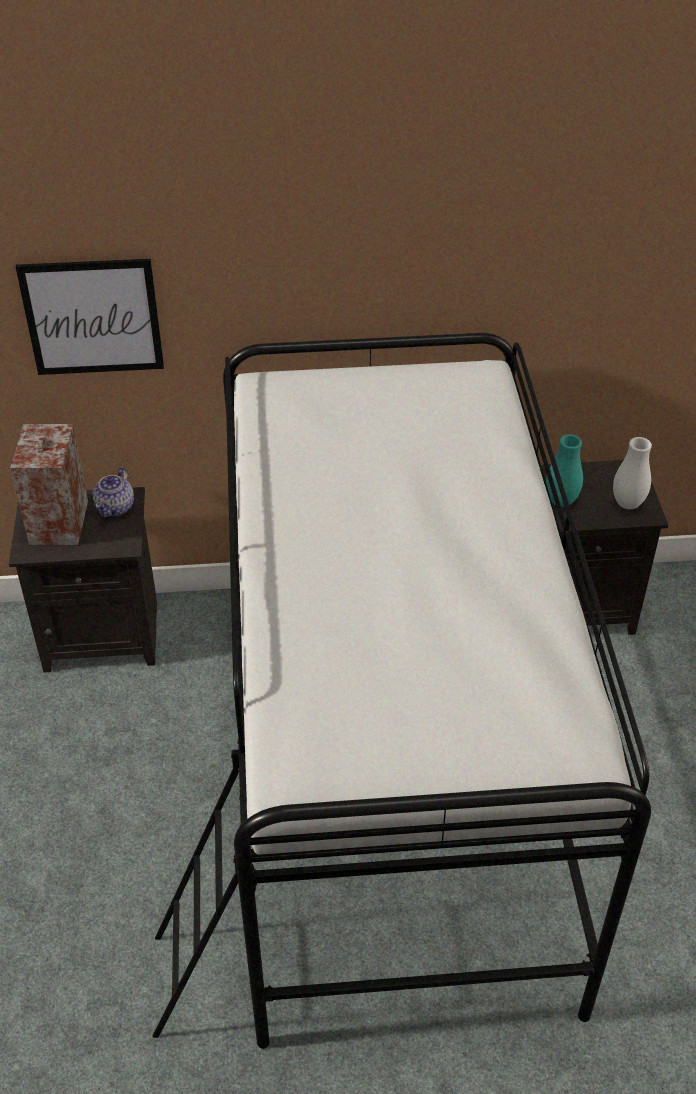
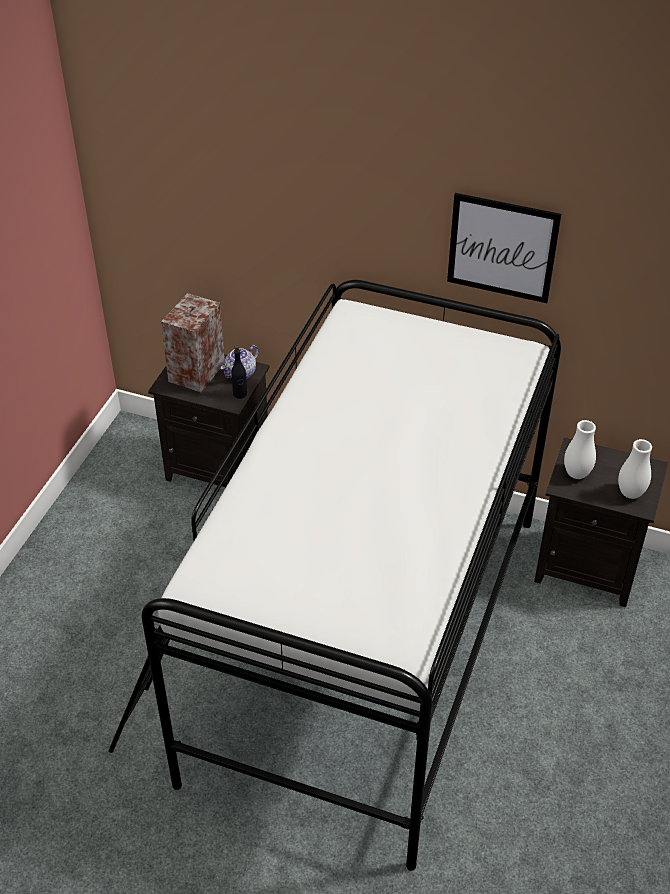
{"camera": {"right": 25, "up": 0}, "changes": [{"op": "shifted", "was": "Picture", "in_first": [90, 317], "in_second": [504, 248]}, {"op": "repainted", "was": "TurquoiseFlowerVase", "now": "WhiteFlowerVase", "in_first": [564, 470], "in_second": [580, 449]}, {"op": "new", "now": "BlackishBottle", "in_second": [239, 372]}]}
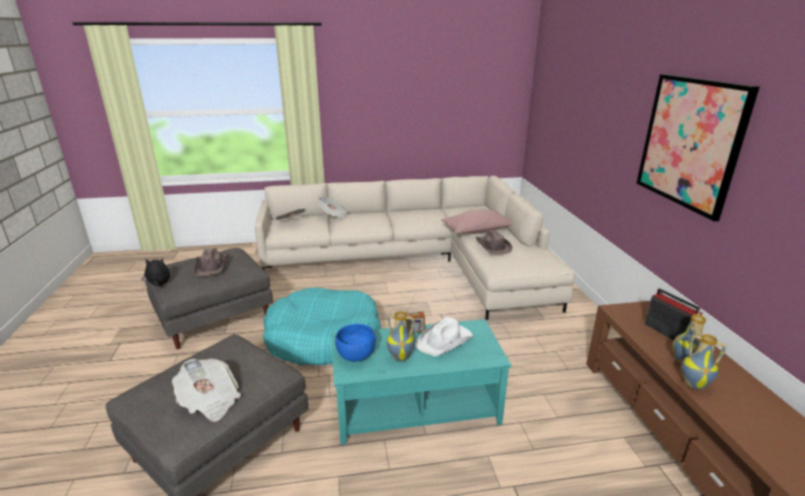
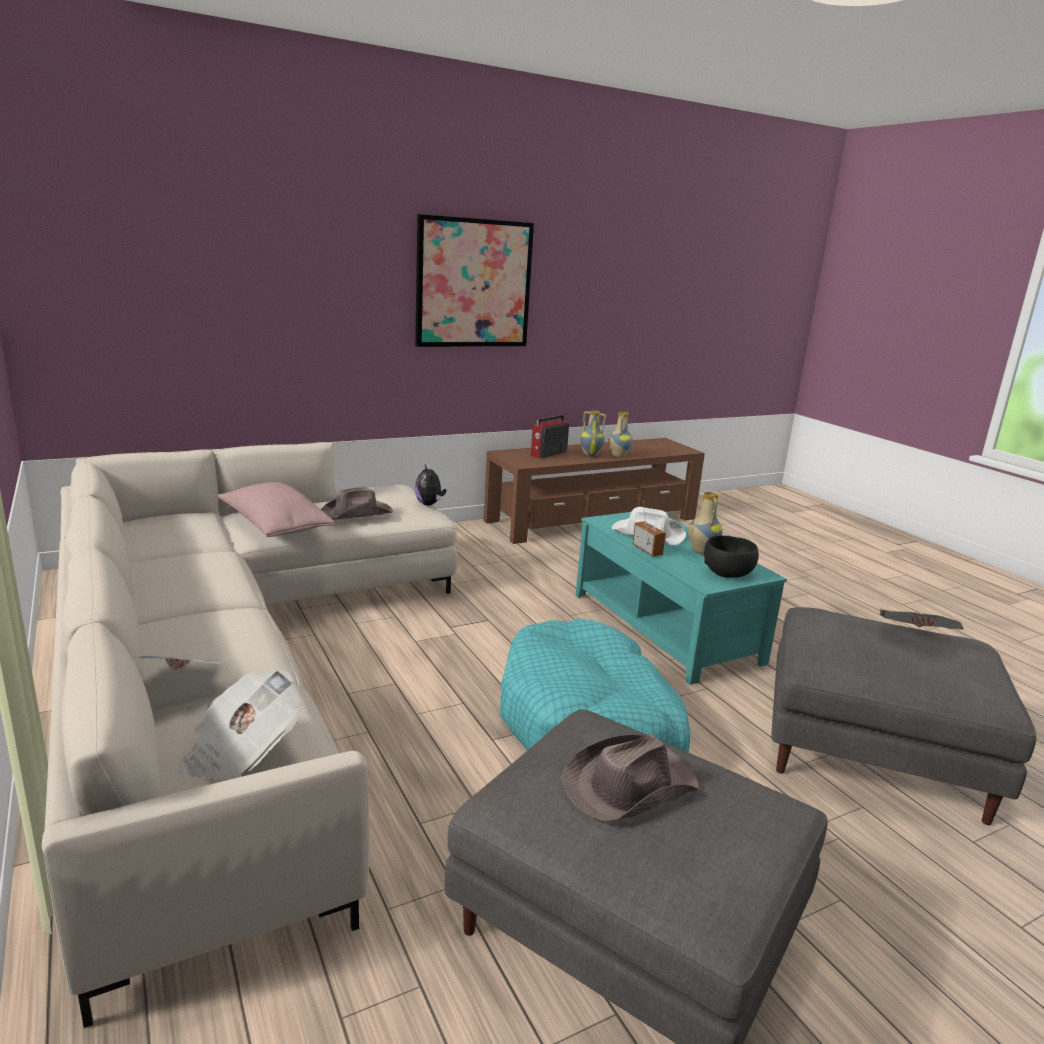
{"camera": {"right": -110, "up": -5}, "changes": [{"op": "shifted", "was": "SoftToy", "in_first": [155, 272], "in_second": [430, 485]}, {"op": "repainted", "was": "BluishServingBowl", "now": "BlackishServingBowl", "in_first": [356, 343], "in_second": [731, 556]}]}
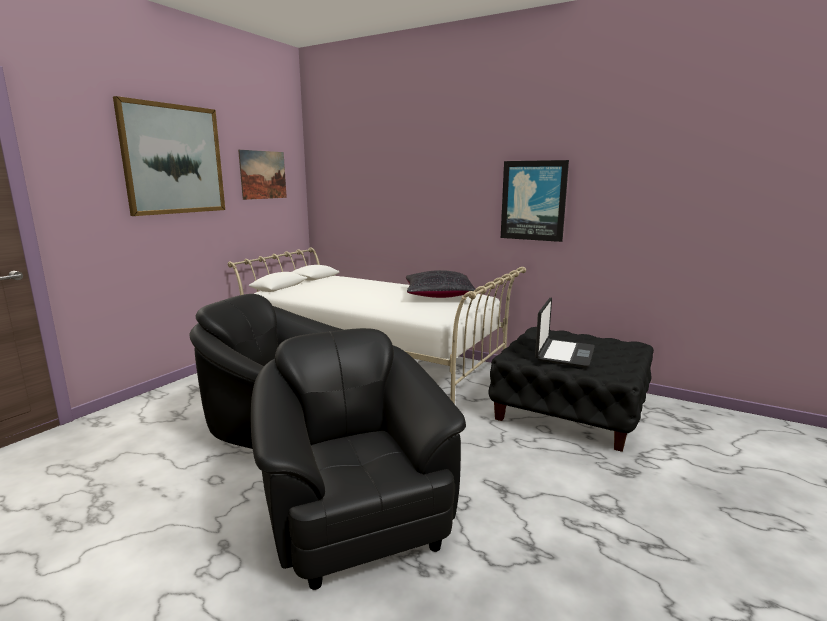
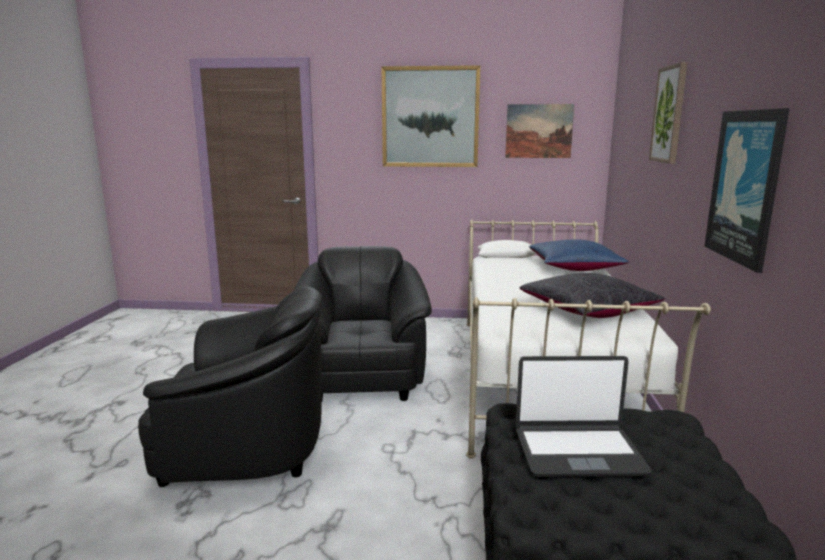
{"camera": {"right": 65, "up": 0}, "changes": [{"op": "rotated", "was": "BlackishEasyChair", "in_first": [358, 459], "in_second": [230, 387], "clockwise": 45}, {"op": "new", "now": "BluishCushion", "in_second": [579, 255]}, {"op": "new", "now": "Picture", "in_second": [668, 113]}]}
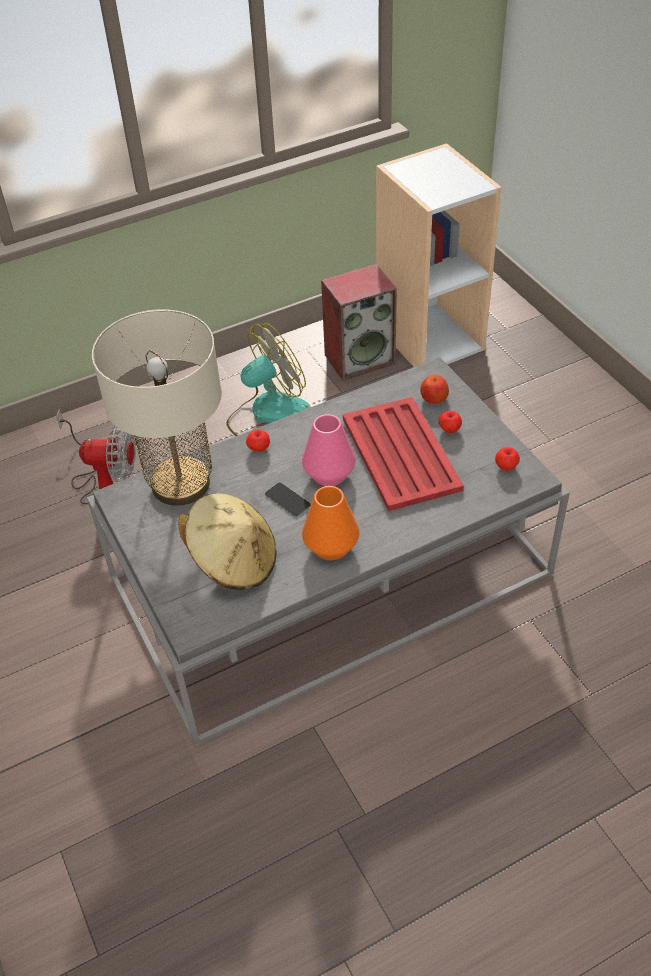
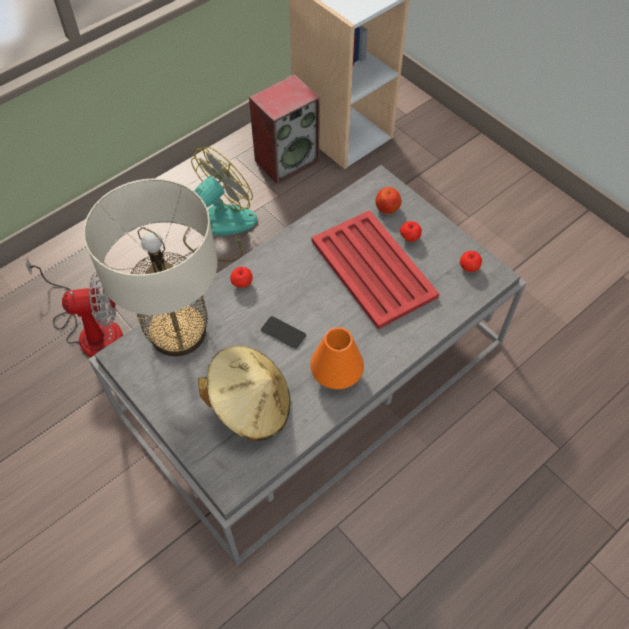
{"camera": {"right": -15, "up": 10}, "changes": [{"op": "gone", "was": "PinkColouredFlowerVase", "in_first": [329, 450]}]}
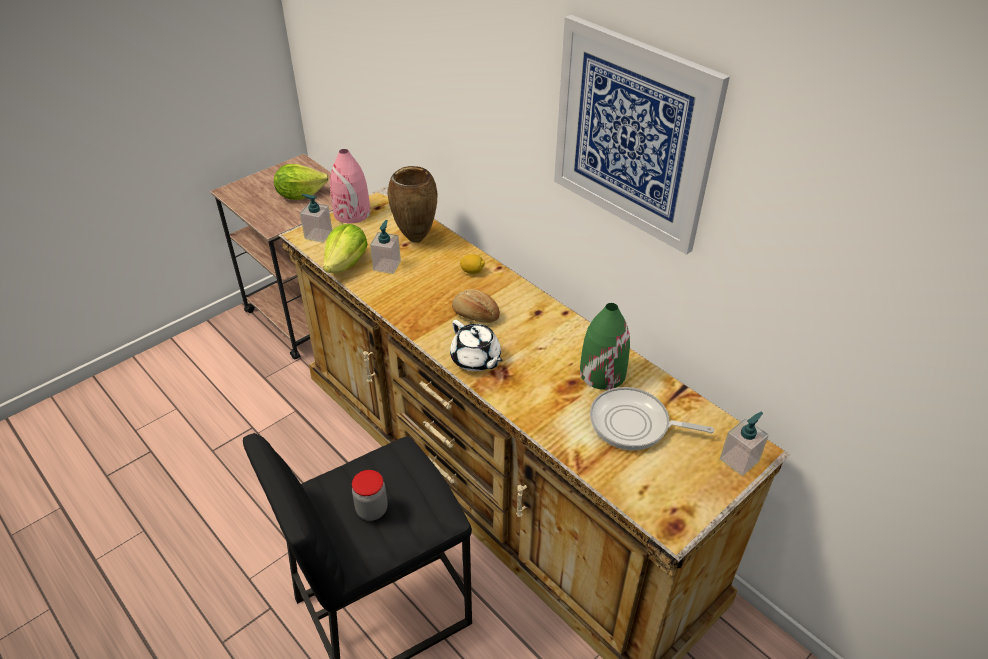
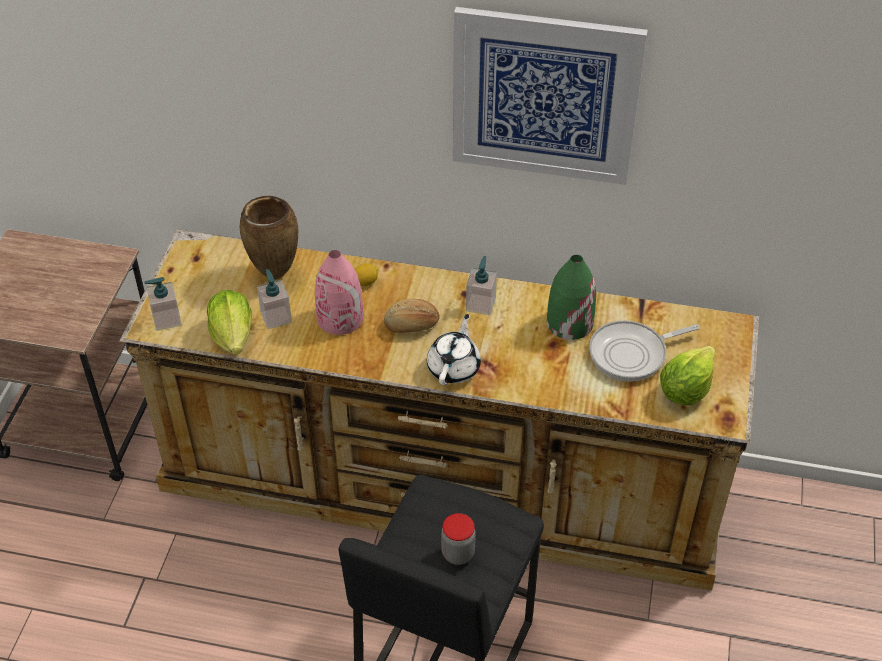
{"camera": {"right": -35, "up": 5}, "changes": [{"op": "shifted", "was": "LettuceHead", "in_first": [301, 182], "in_second": [687, 375]}, {"op": "shifted", "was": "PinkColouredFlowerVase", "in_first": [350, 186], "in_second": [339, 292]}, {"op": "rotated", "was": "WhiteTeapot", "in_first": [476, 345], "in_second": [454, 349], "clockwise": -90}, {"op": "shifted", "was": "SoapDispenser", "in_first": [744, 444], "in_second": [481, 285]}]}
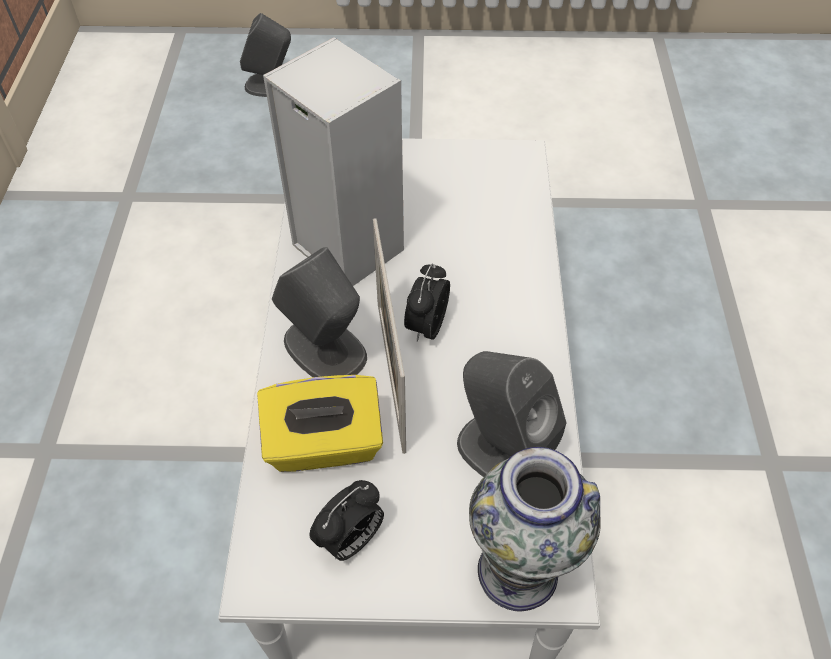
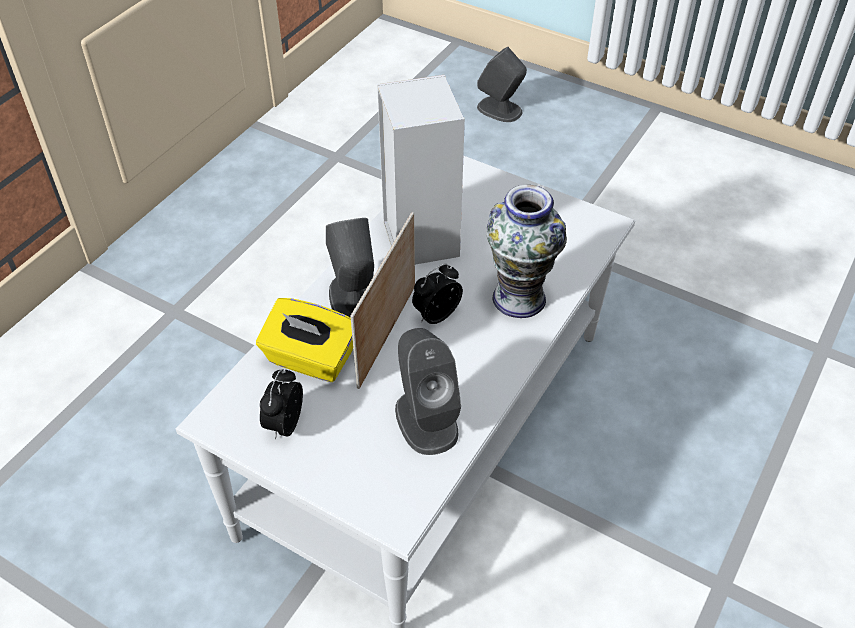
{"camera": {"right": 30, "up": -5}, "changes": [{"op": "rotated", "was": "TableClock", "in_first": [347, 520], "in_second": [281, 404], "clockwise": 120}, {"op": "shifted", "was": "FlowerVase", "in_first": [535, 529], "in_second": [526, 251]}]}
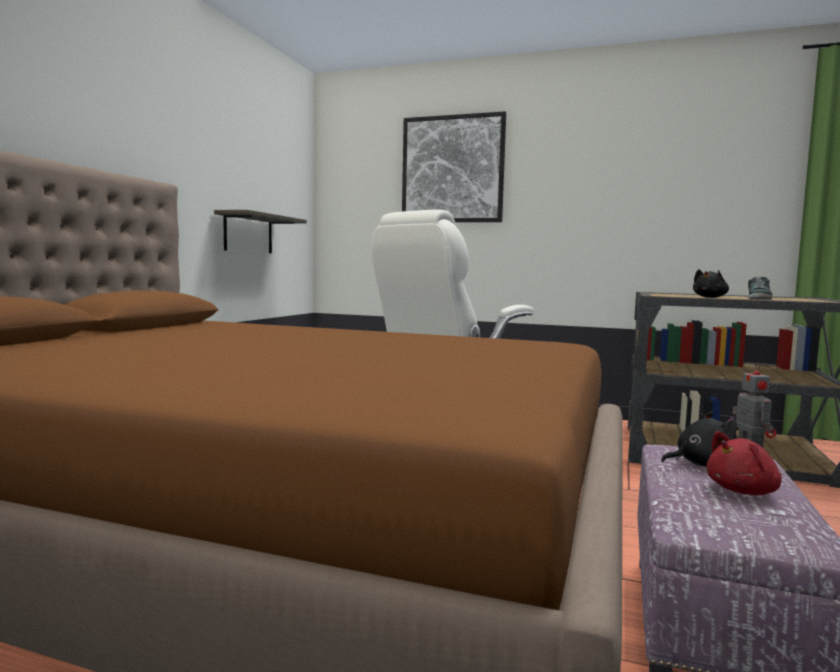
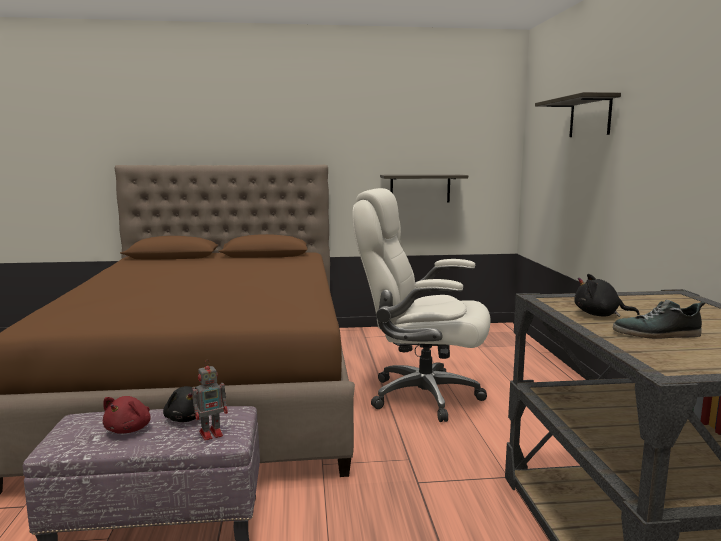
{"camera": {"right": 65, "up": 5}, "changes": [{"op": "swapped", "was": "Picture", "now": "WallShelf", "in_first": [454, 166], "in_second": [578, 114]}, {"op": "rotated", "was": "ReddishSoftToy", "in_first": [744, 463], "in_second": [127, 415], "clockwise": -120}]}
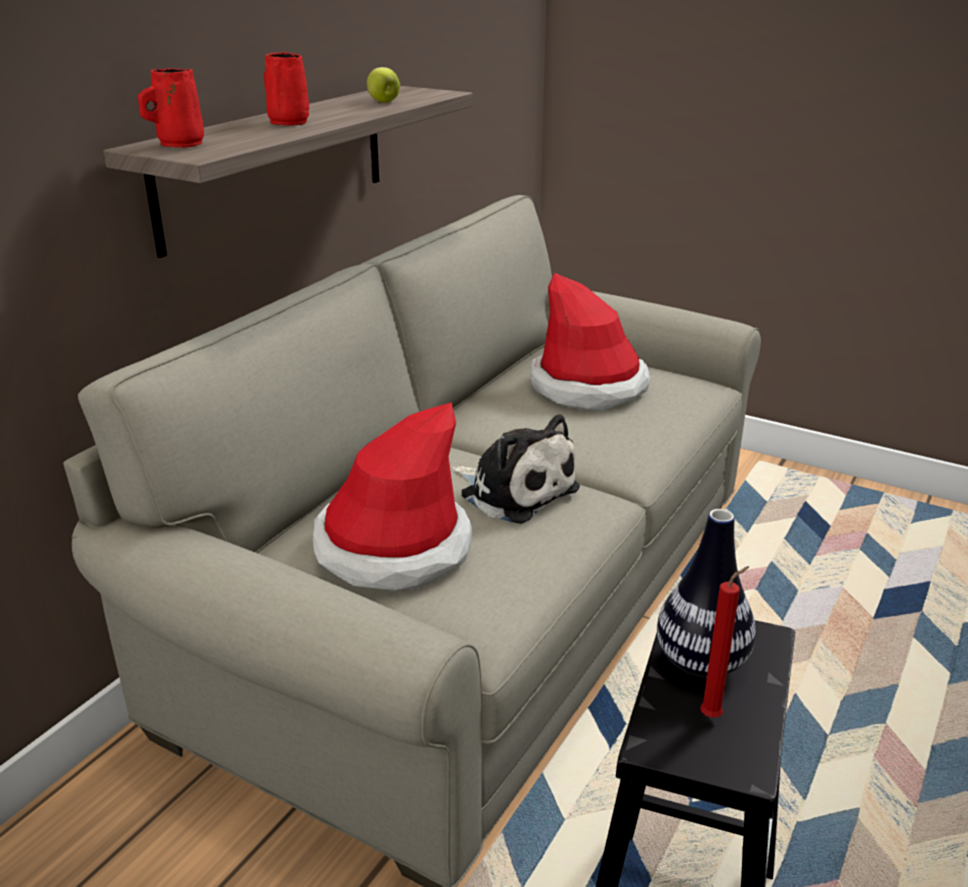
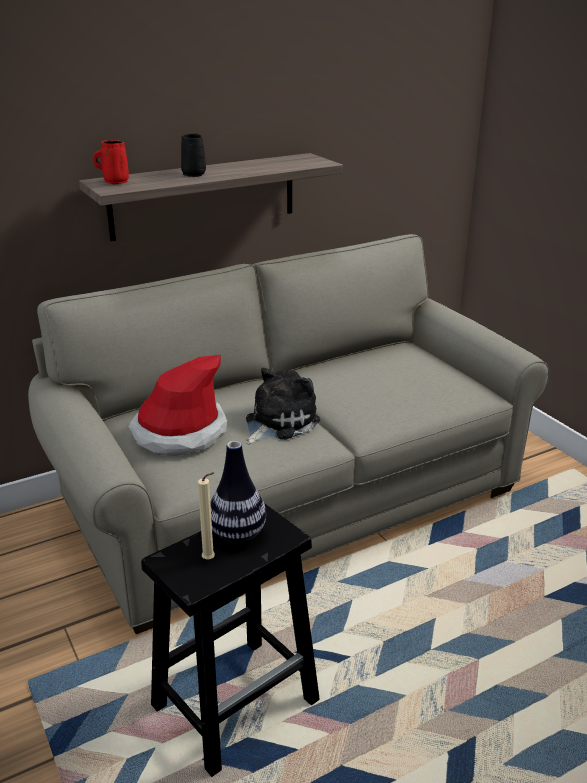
{"camera": {"right": 30, "up": 0}, "changes": [{"op": "repainted", "was": "ReddishCoffeeMug", "now": "BlackishCoffeeMug", "in_first": [286, 89], "in_second": [193, 155]}, {"op": "gone", "was": "WholeApple", "in_first": [383, 85]}, {"op": "rotated", "was": "SoftToy", "in_first": [516, 469], "in_second": [283, 406], "clockwise": -120}, {"op": "gone", "was": "WearableHat", "in_first": [590, 342]}, {"op": "repainted", "was": "ReddishWaxLight", "now": "BeigeColouredWaxLight", "in_first": [724, 642], "in_second": [206, 516]}]}
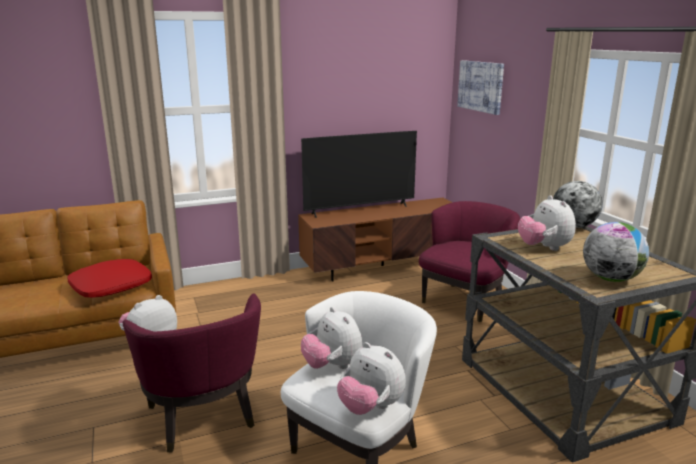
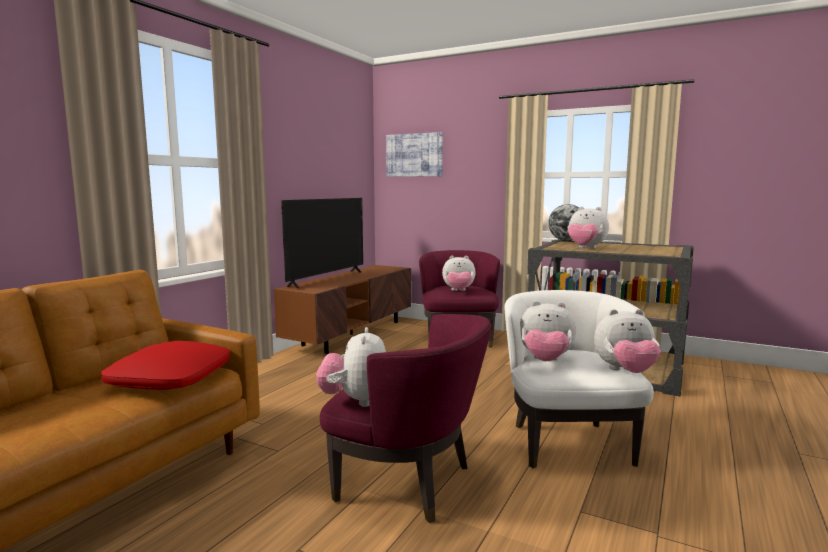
{"camera": {"right": -40, "up": -10}, "changes": [{"op": "gone", "was": "DeskGlobe", "in_first": [616, 252]}, {"op": "new", "now": "SoftToy", "in_second": [459, 273]}]}
